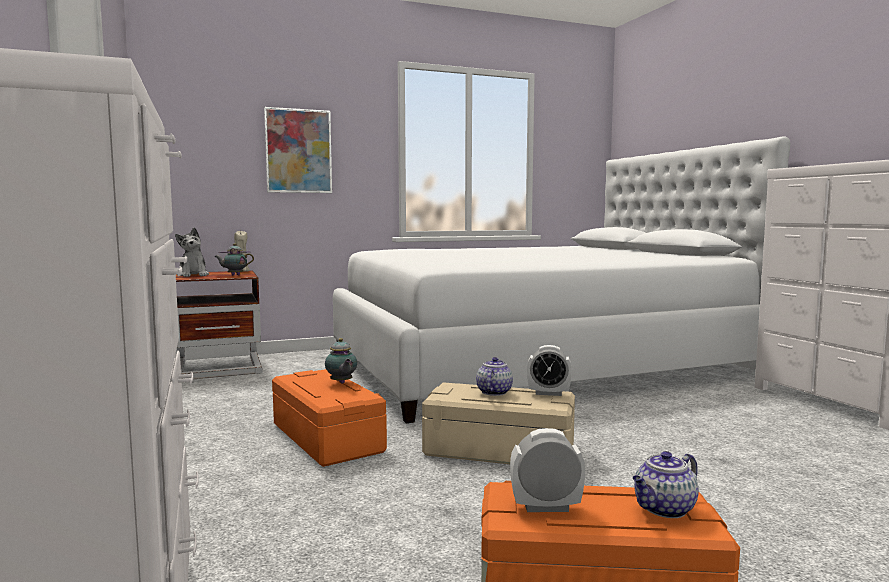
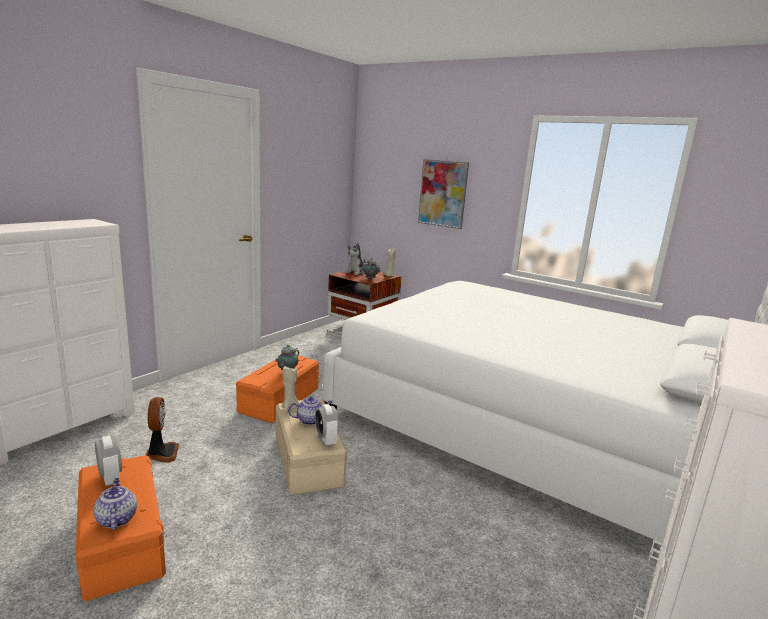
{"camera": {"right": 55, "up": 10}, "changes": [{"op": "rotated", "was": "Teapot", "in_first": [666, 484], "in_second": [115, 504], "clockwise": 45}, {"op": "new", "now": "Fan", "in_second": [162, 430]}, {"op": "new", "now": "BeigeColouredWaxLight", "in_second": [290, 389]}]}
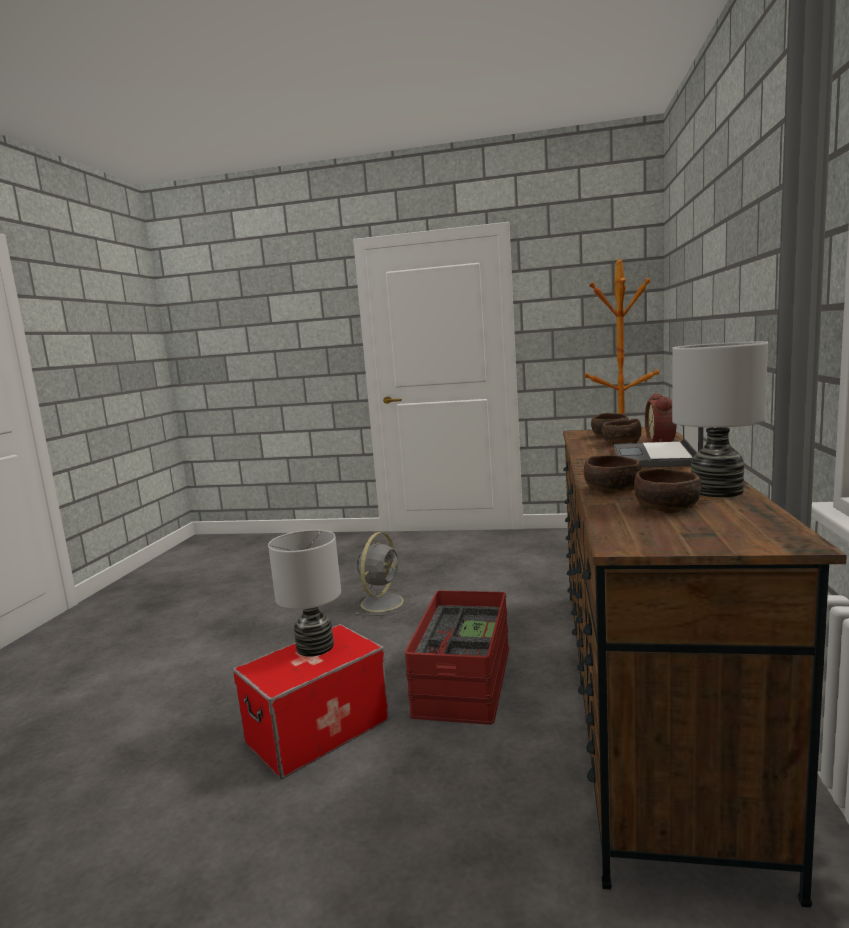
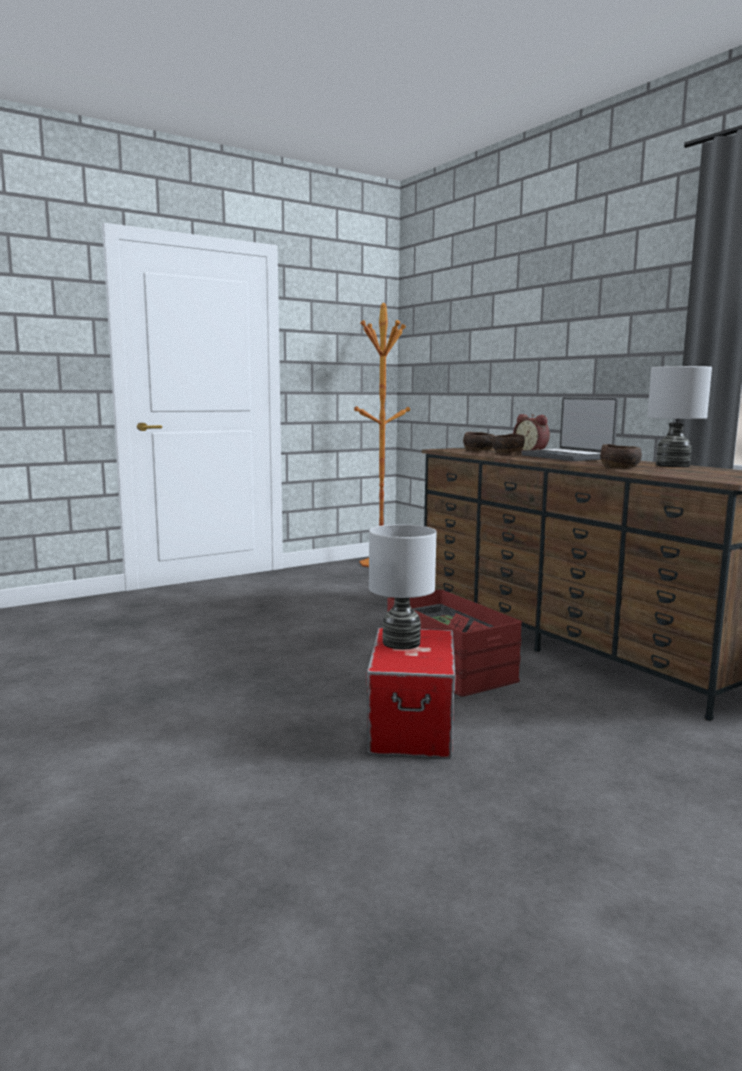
{"camera": {"right": -45, "up": 0}, "changes": [{"op": "gone", "was": "GreyishFan", "in_first": [383, 574]}, {"op": "gone", "was": "BrownServingBowl", "in_first": [667, 490]}]}
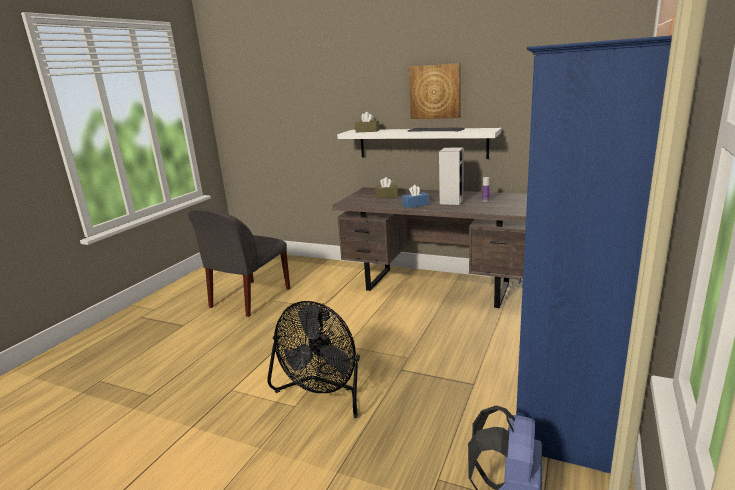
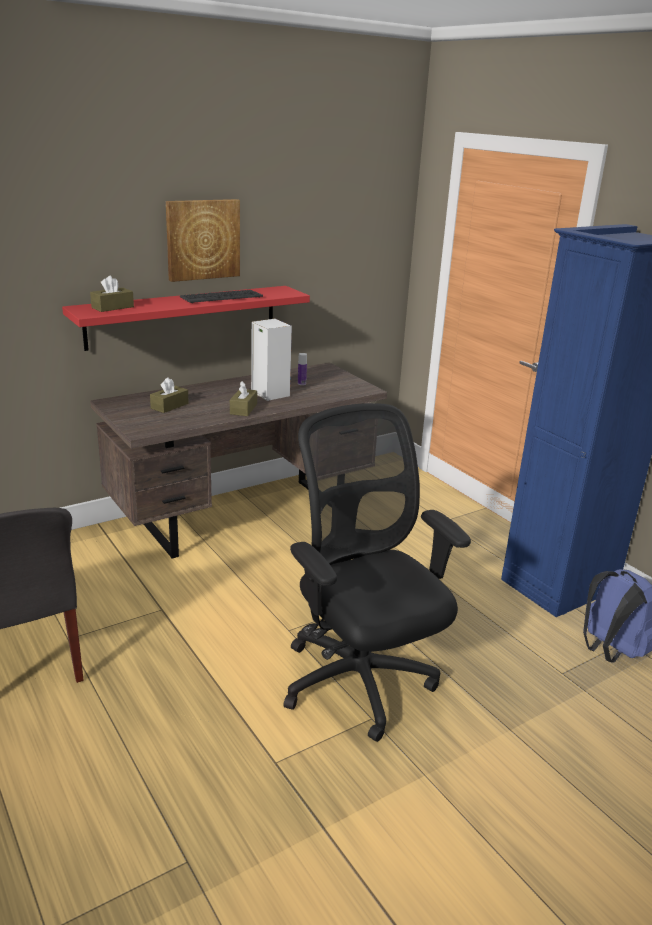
{"camera": {"right": -60, "up": 5}, "changes": [{"op": "swapped", "was": "BlackishFan", "now": "BlackishOfficeChair", "in_first": [313, 359], "in_second": [377, 572]}, {"op": "repainted", "was": "WhiteWallShelf", "now": "ReddishWallShelf", "in_first": [419, 143], "in_second": [186, 318]}, {"op": "repainted", "was": "BluishBoxOfTissues", "now": "BrownBoxOfTissues", "in_first": [415, 196], "in_second": [243, 398]}]}
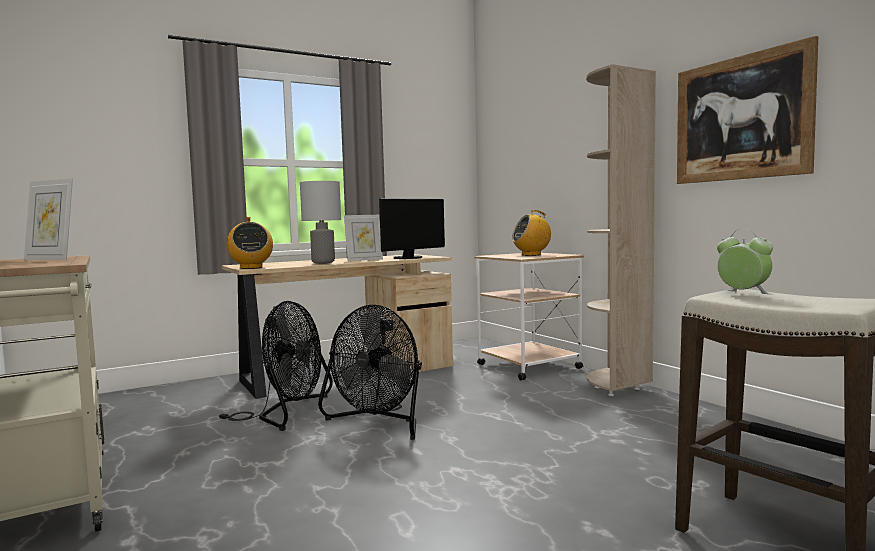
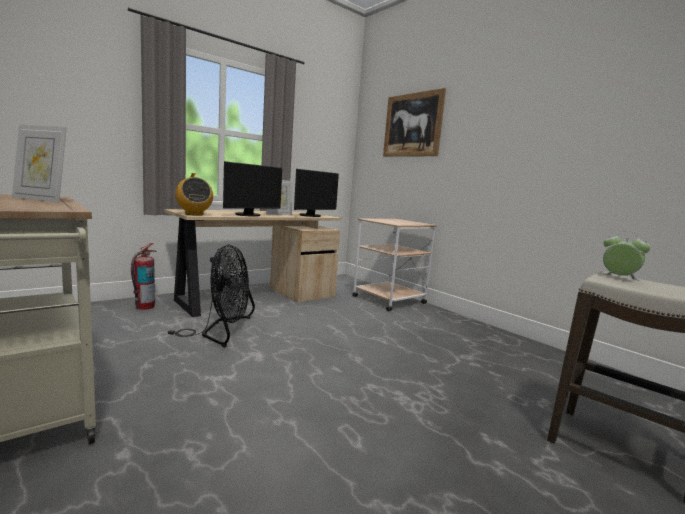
{"camera": {"right": -10, "up": 5}, "changes": [{"op": "swapped", "was": "GreyishLampForATable", "now": "ComputerDisplay", "in_first": [320, 222], "in_second": [252, 189]}, {"op": "gone", "was": "BlackishFan", "in_first": [370, 372]}, {"op": "gone", "was": "RadioSet", "in_first": [531, 233]}, {"op": "gone", "was": "BeigeColouredBookshelf", "in_first": [621, 230]}, {"op": "shifted", "was": "Picture", "in_first": [747, 110], "in_second": [414, 122]}, {"op": "new", "now": "FireFightingCylinder", "in_second": [144, 276]}]}
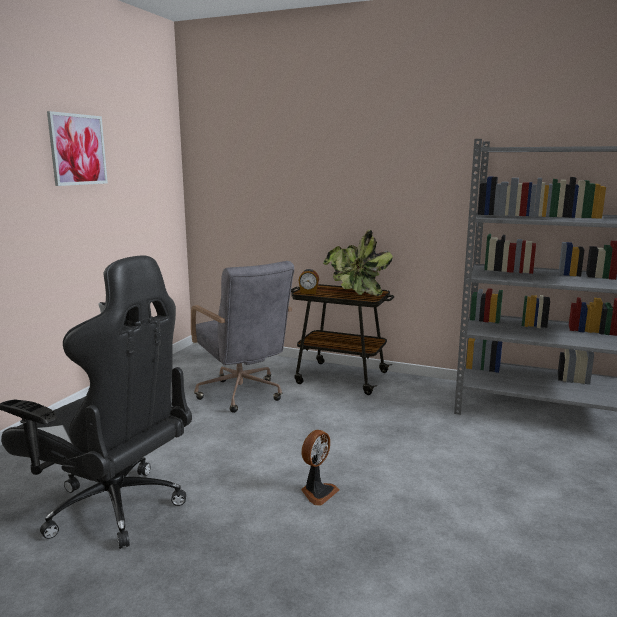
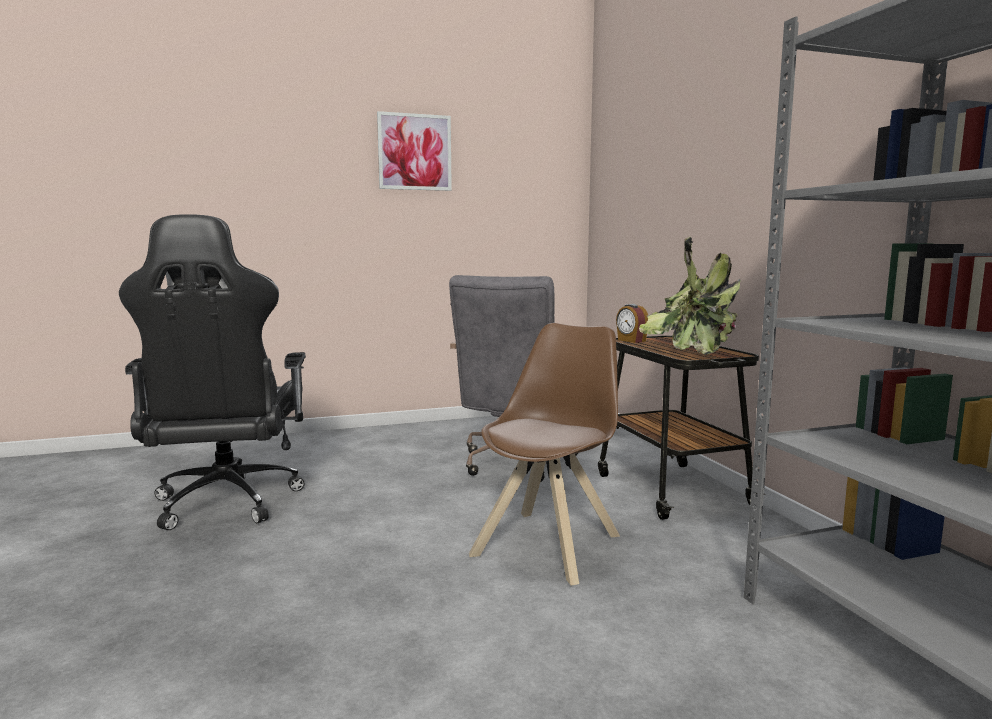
{"camera": {"right": 50, "up": -5}, "changes": [{"op": "gone", "was": "Fan", "in_first": [320, 467]}, {"op": "new", "now": "BrownPlainChair", "in_second": [544, 454]}]}
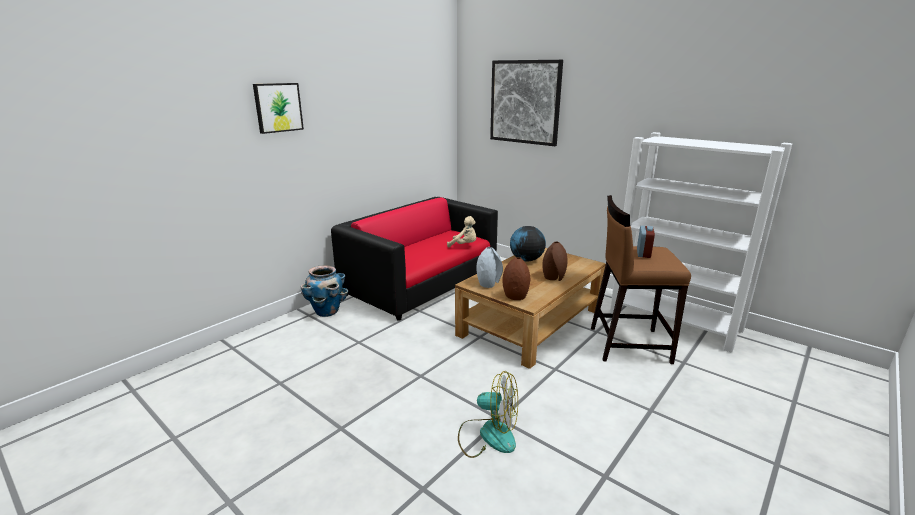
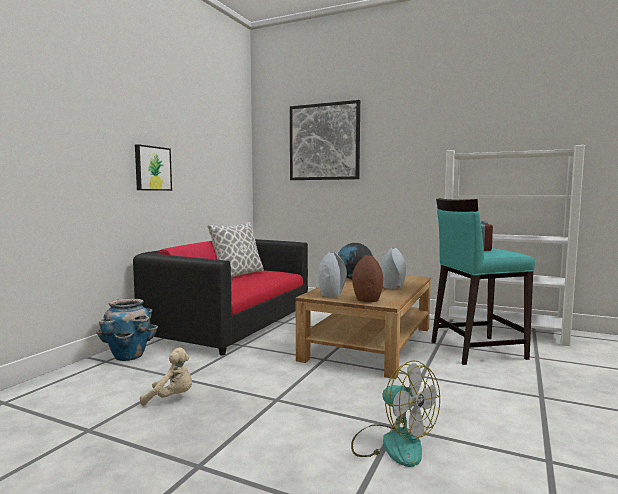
{"camera": {"right": -15, "up": -15}, "changes": [{"op": "shifted", "was": "Picture", "in_first": [278, 108], "in_second": [153, 167]}, {"op": "shifted", "was": "BeigeColouredSoftToy", "in_first": [461, 231], "in_second": [166, 376]}, {"op": "rotated", "was": "Fan", "in_first": [488, 414], "in_second": [395, 413], "clockwise": 45}, {"op": "repainted", "was": "BrownFlowerVase", "now": "GreyishFlowerVase", "in_first": [555, 261], "in_second": [393, 268]}, {"op": "repainted", "was": "BrownStool", "now": "TurquoiseStool", "in_first": [641, 279], "in_second": [483, 281]}, {"op": "new", "now": "Cushion", "in_second": [235, 249]}]}
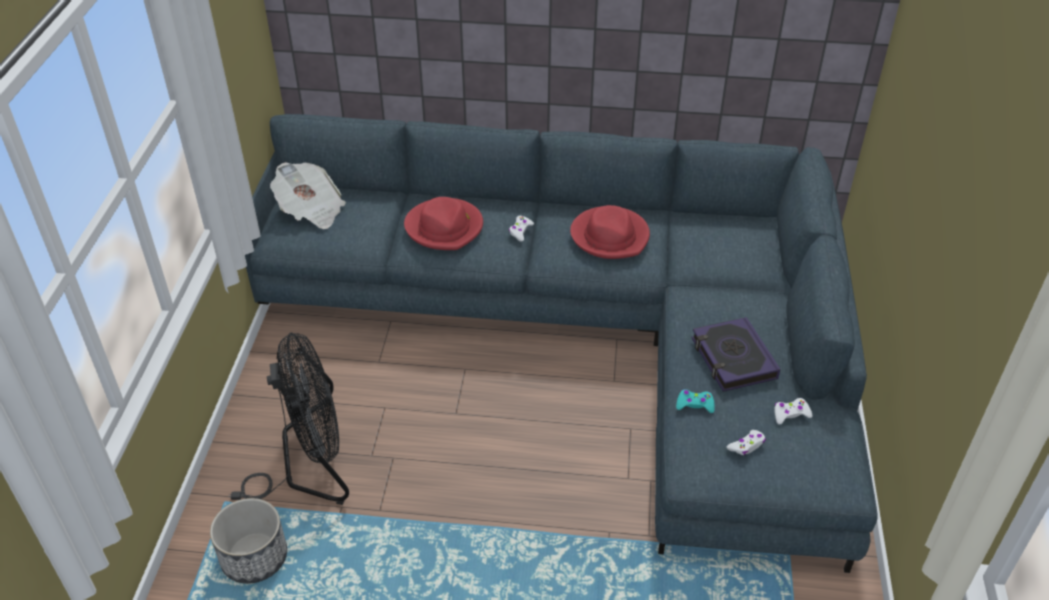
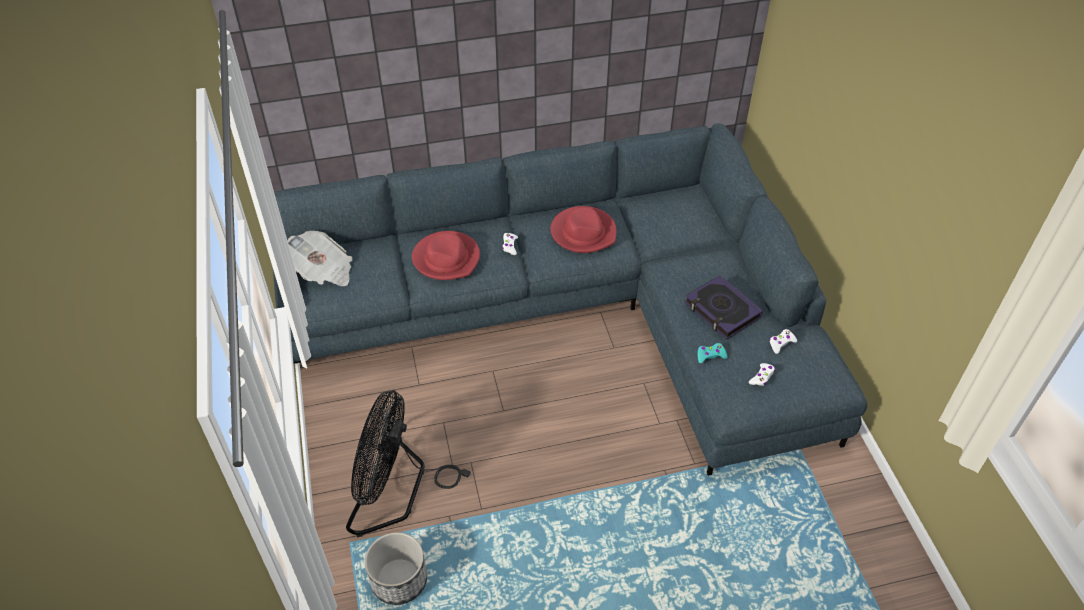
{"camera": {"right": -20, "up": 5}, "changes": [{"op": "rotated", "was": "BlackishFan", "in_first": [288, 419], "in_second": [408, 464], "clockwise": -135}]}
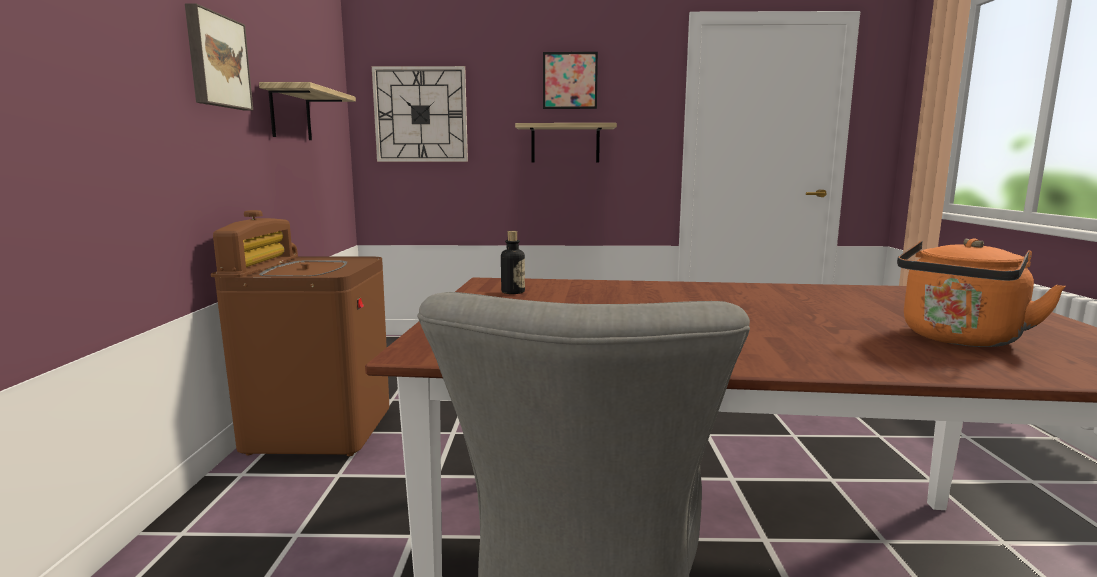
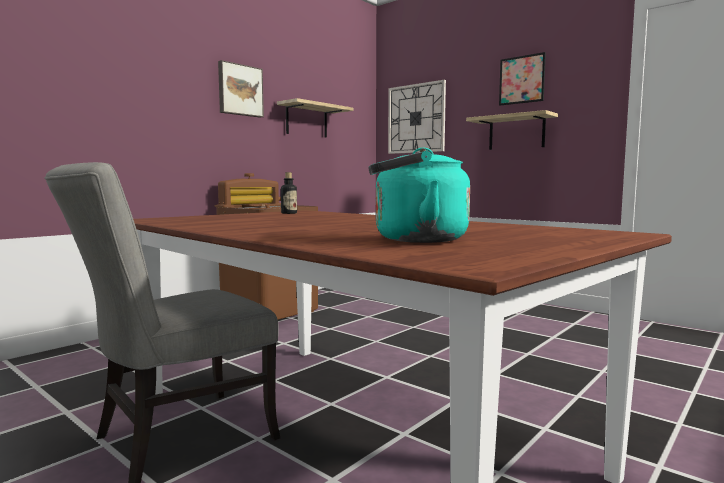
{"camera": {"right": 40, "up": -5}, "changes": [{"op": "repainted", "was": "OrangeyTeaKettle", "now": "TurquoiseTeaKettle", "in_first": [981, 293], "in_second": [419, 195]}]}
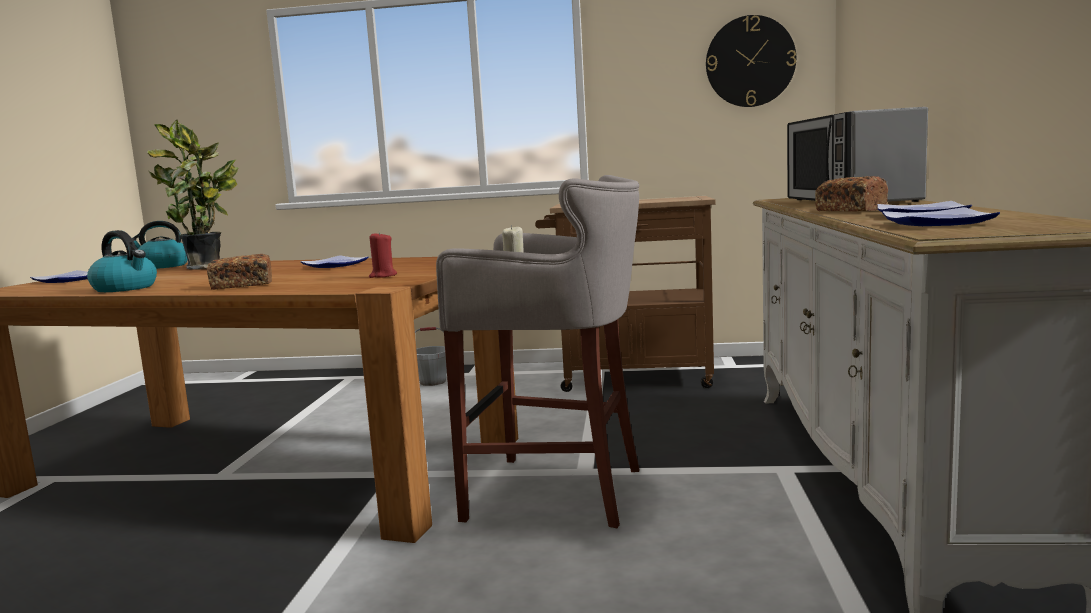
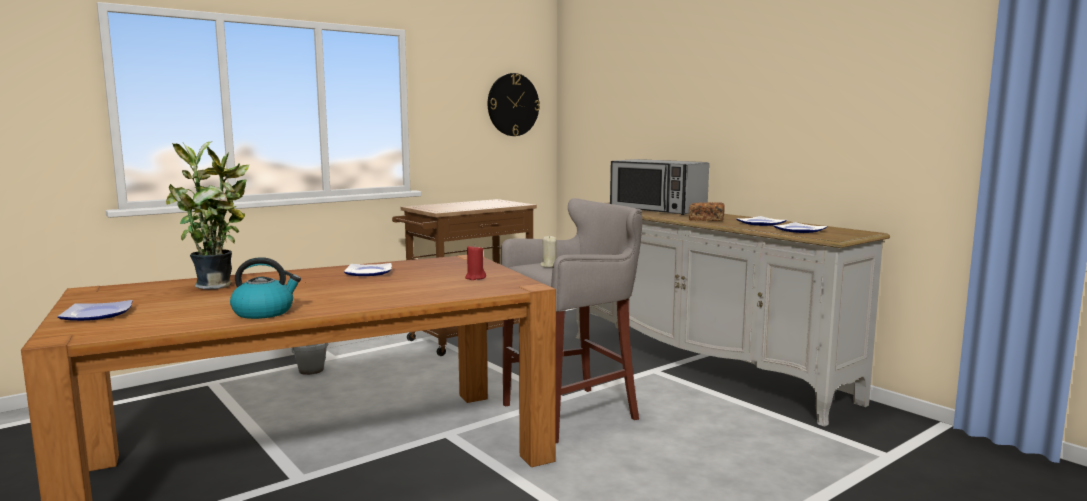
{"camera": {"right": -45, "up": 0}, "changes": [{"op": "gone", "was": "TeaKettle", "in_first": [160, 245]}, {"op": "gone", "was": "BakedBread", "in_first": [239, 272]}]}
